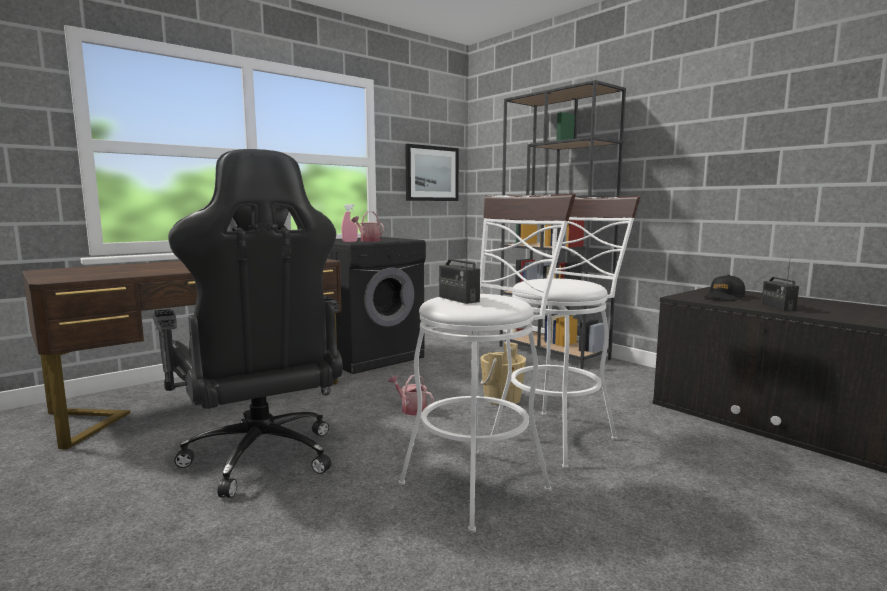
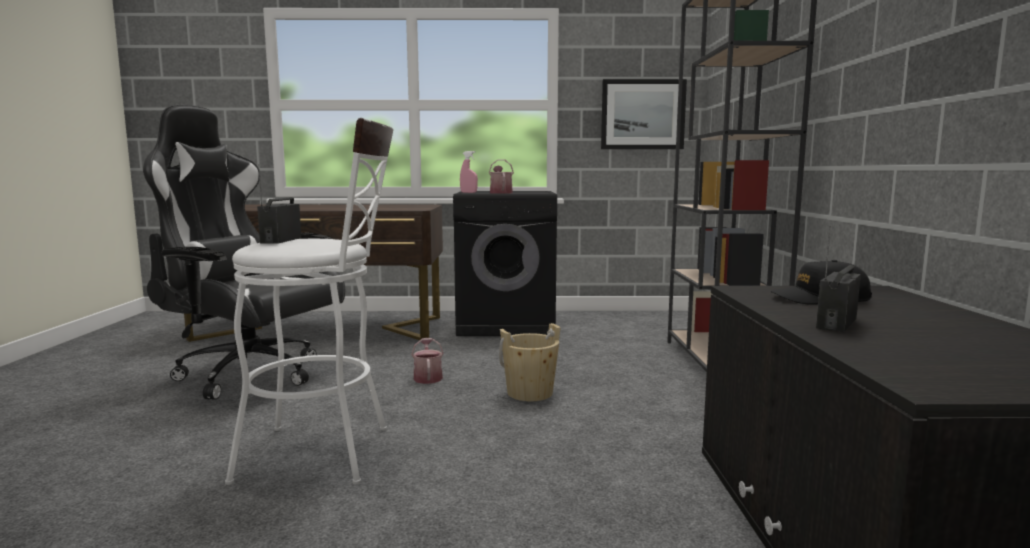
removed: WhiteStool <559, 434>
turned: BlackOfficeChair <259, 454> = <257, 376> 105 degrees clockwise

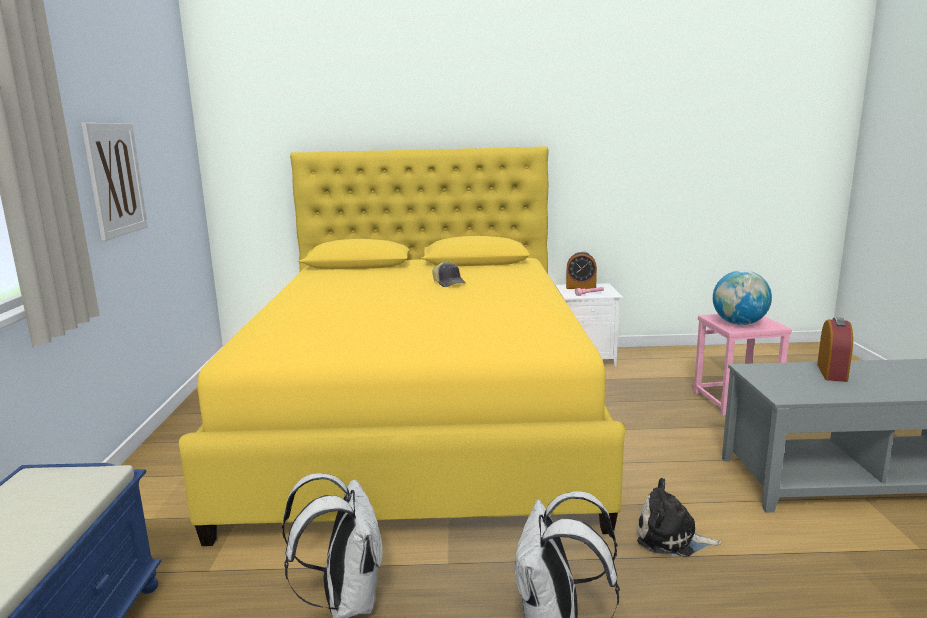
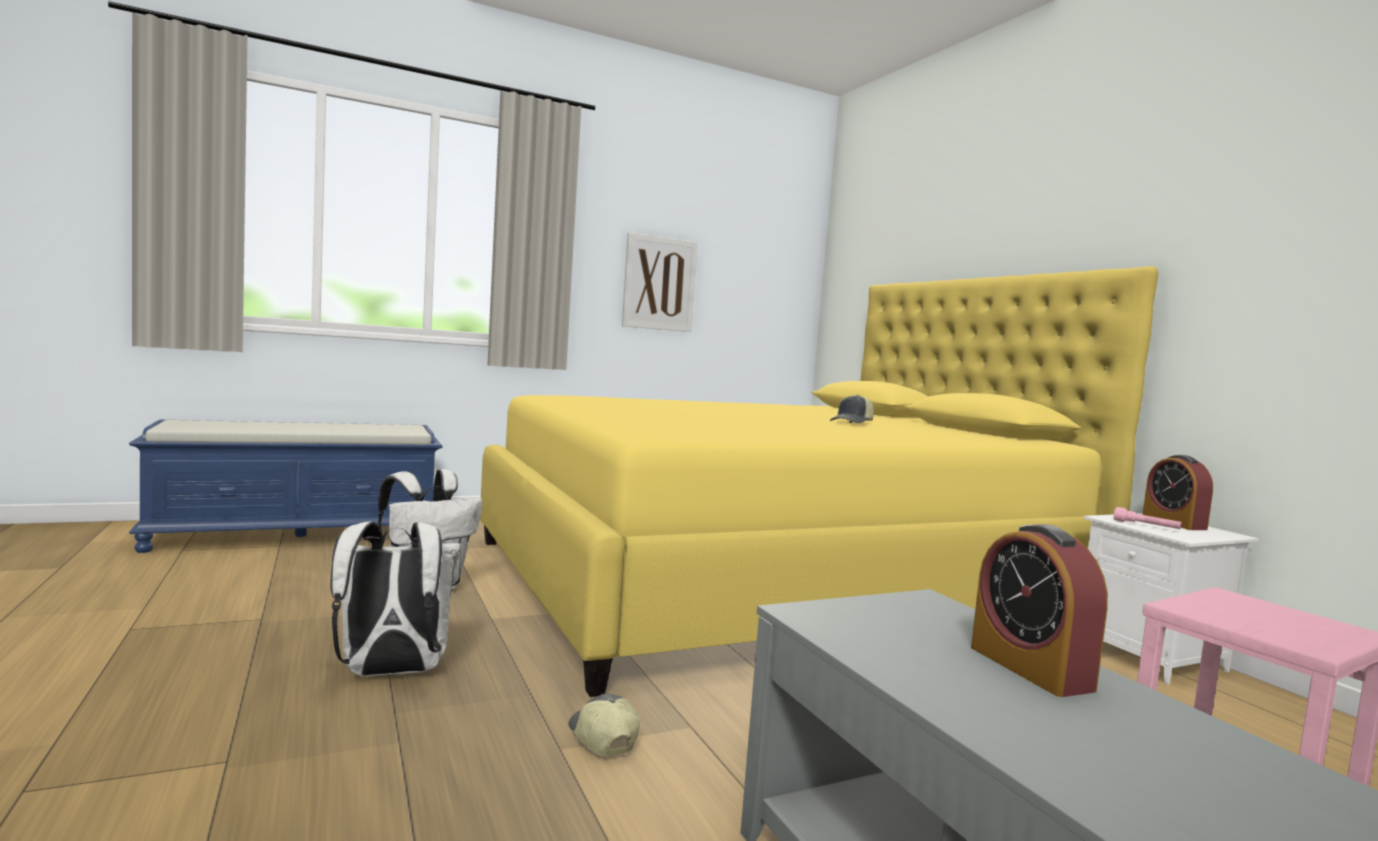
removed: Globe <739, 324>
replaced: PlushToy <671, 538> to Cap <601, 738>
turned: AlarmClock <832, 372> = <1030, 668> 75 degrees clockwise

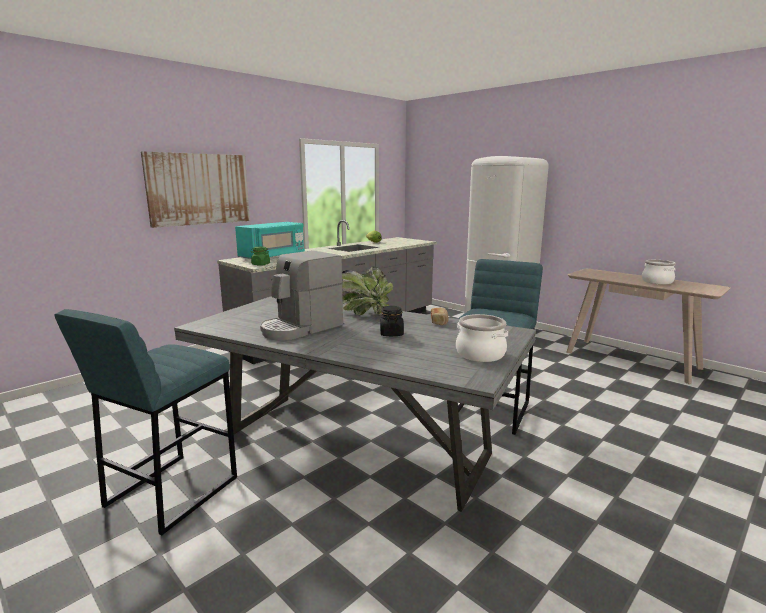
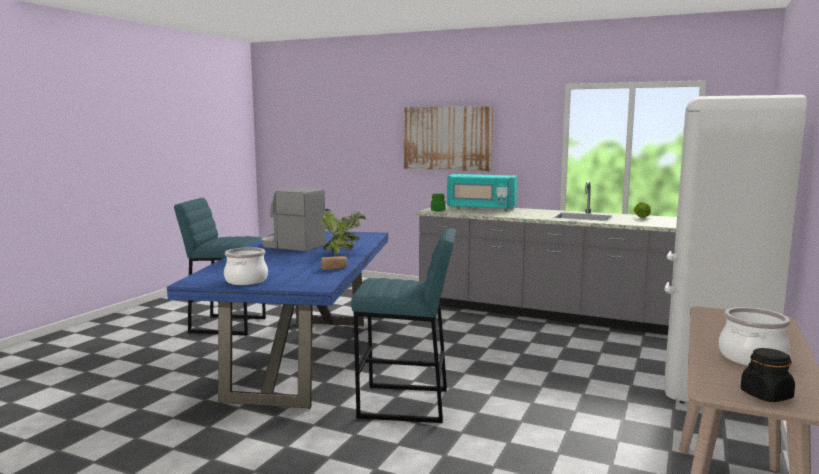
moved: BlackJar <391, 334> to <766, 395>
recoloured: GreyDiningTable <357, 444> to BlueDiningTable <303, 358>

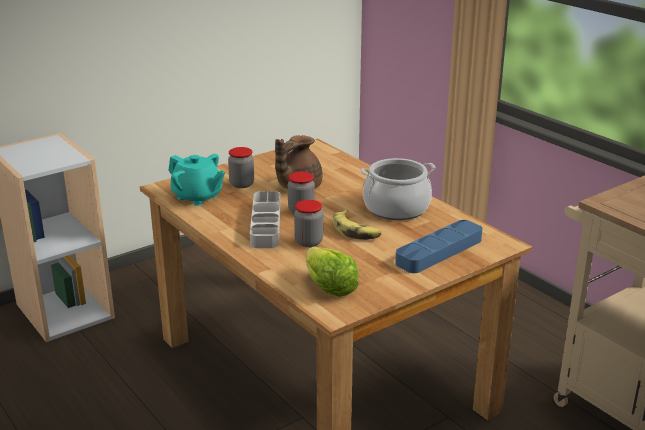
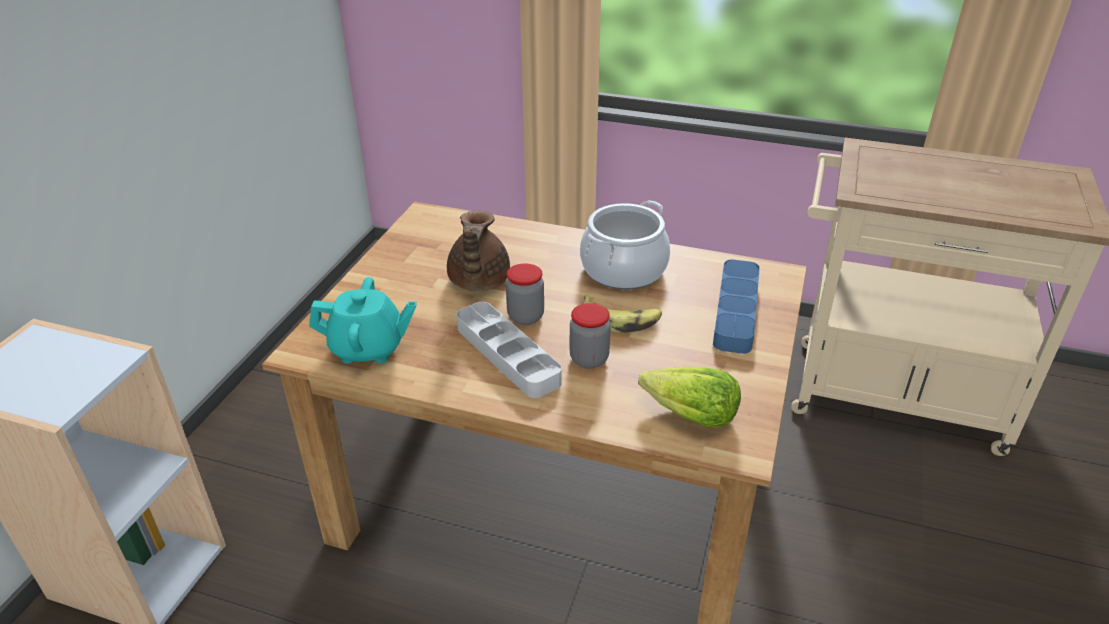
removed: Jar <242, 184>

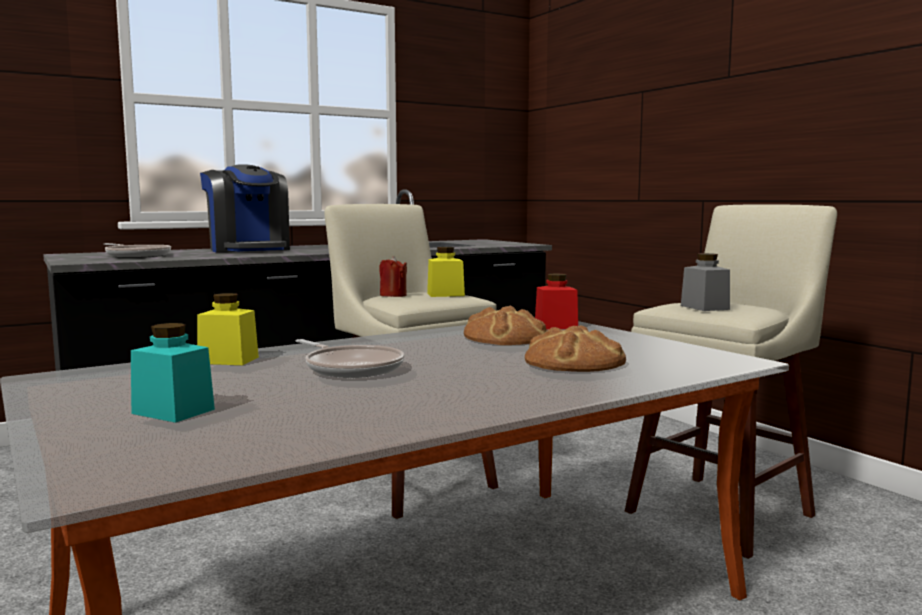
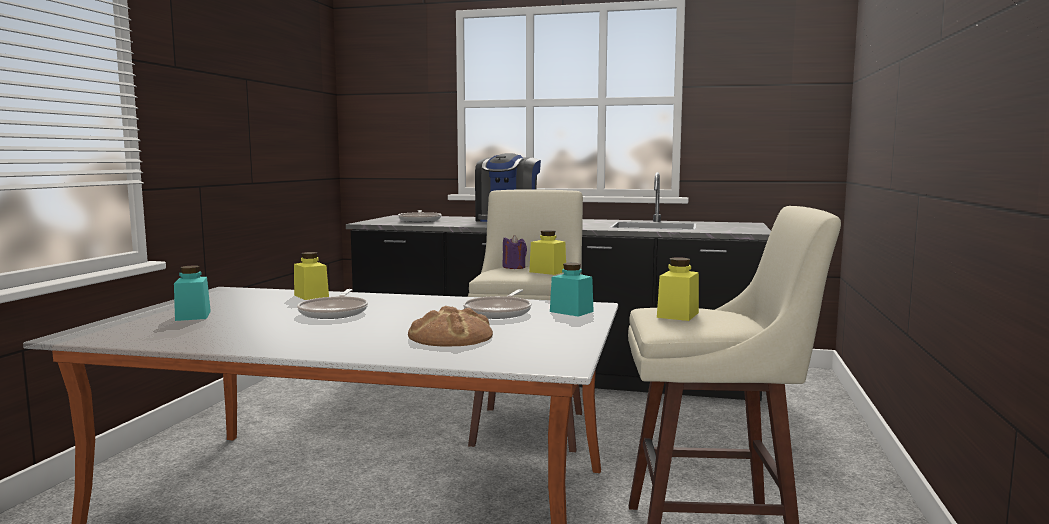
replaced: Bread <507, 337> to FryingPan <499, 312>
recoloured: GreyJar <704, 307> to YellowJar <678, 315>; RedCandle <393, 295> to PurpleCandle <514, 267>; RedJar <556, 326> to TurquoiseJar <571, 311>

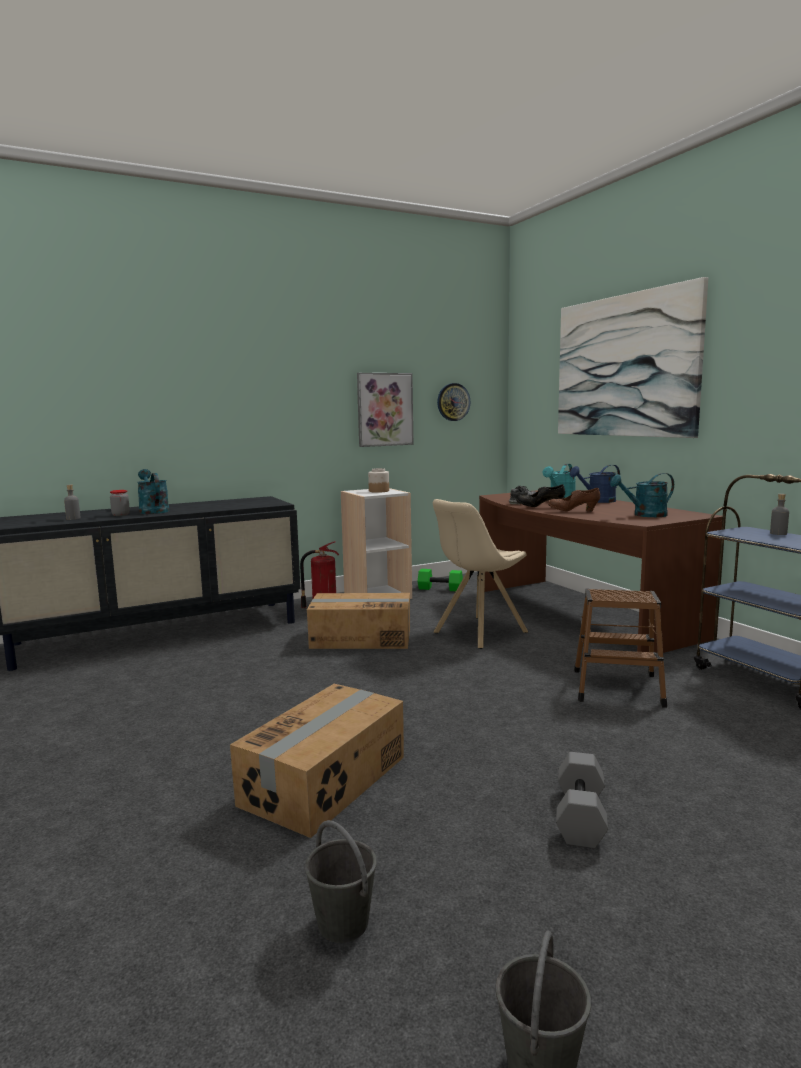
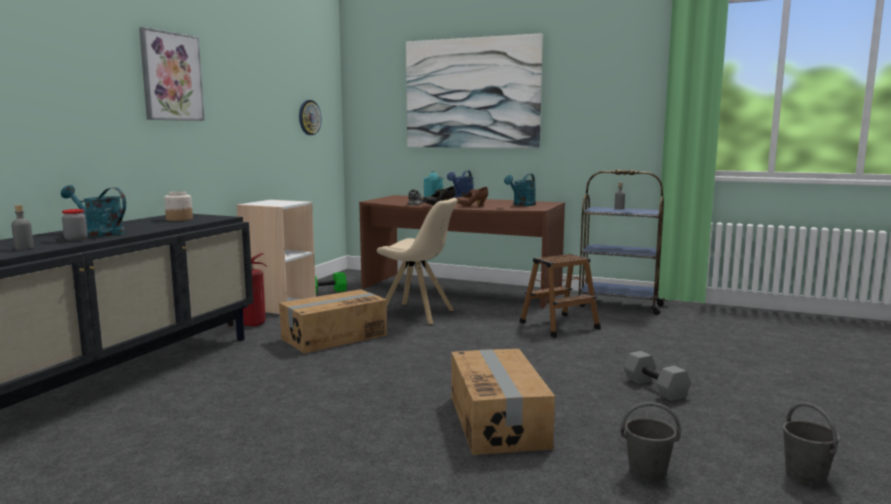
moved: Picture <384, 409> to <171, 77>; Jar <378, 491> to <179, 219>
turned: BeigeChair <479, 632> = <417, 314> 75 degrees counterclockwise

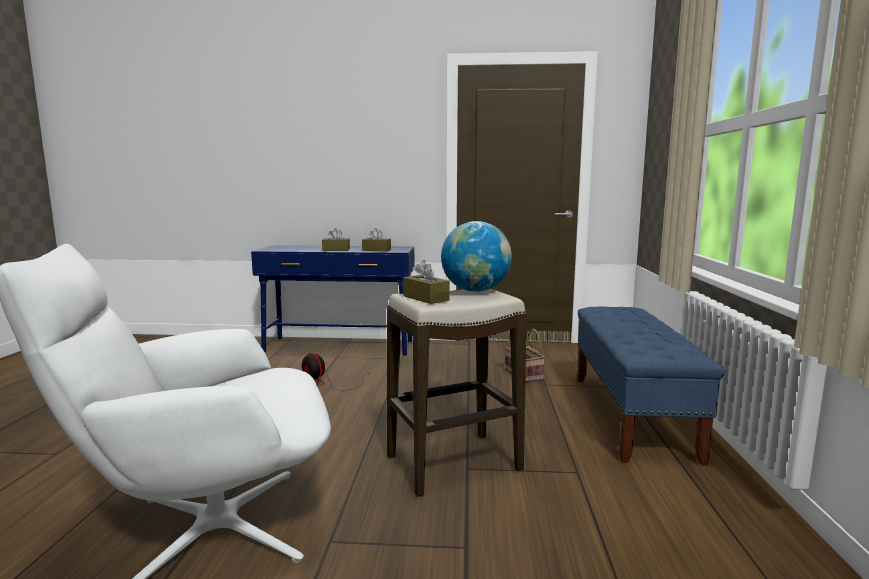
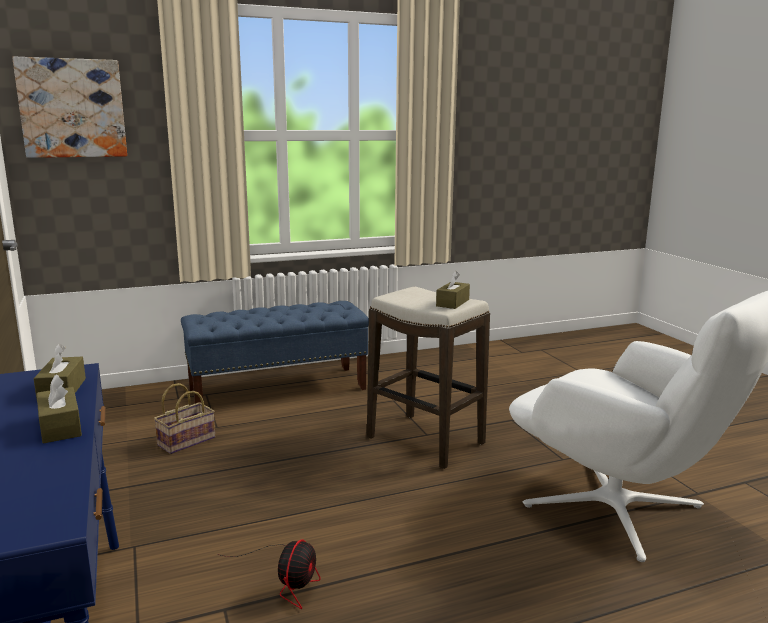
removed: Globe <475, 291>
added: Picture <72, 108>

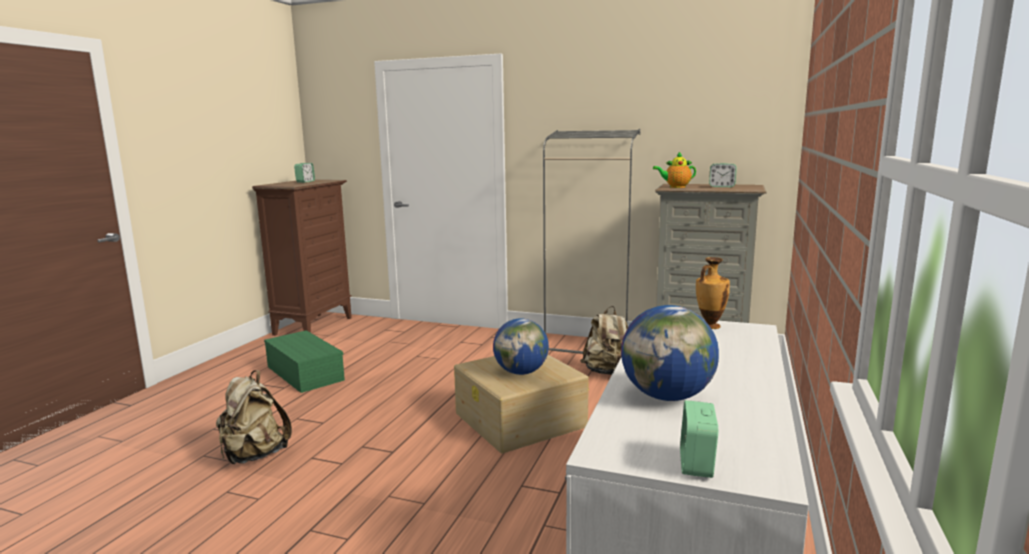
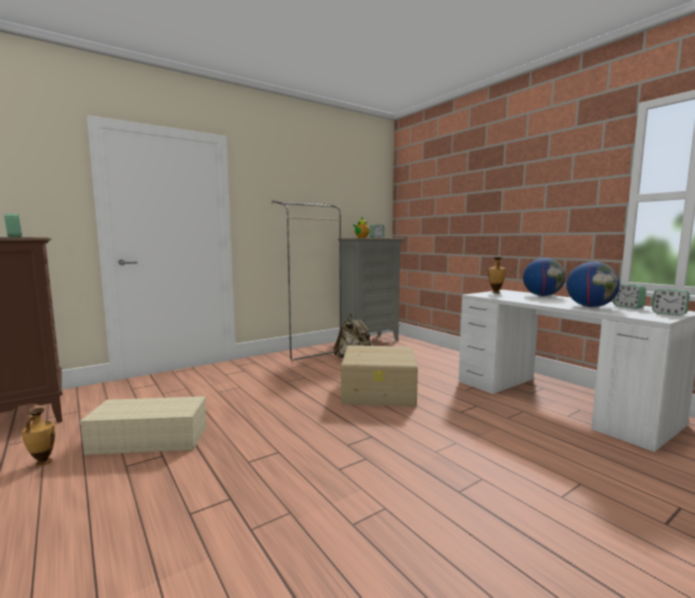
removed: BeigeBackpack <254, 455>
added: AlarmClock <628, 307>; Vase <42, 463>
moved: Globe <521, 372> to <542, 295>
recoloured: GreenStorageBox <303, 373> to BeigeStorageBox <147, 440>

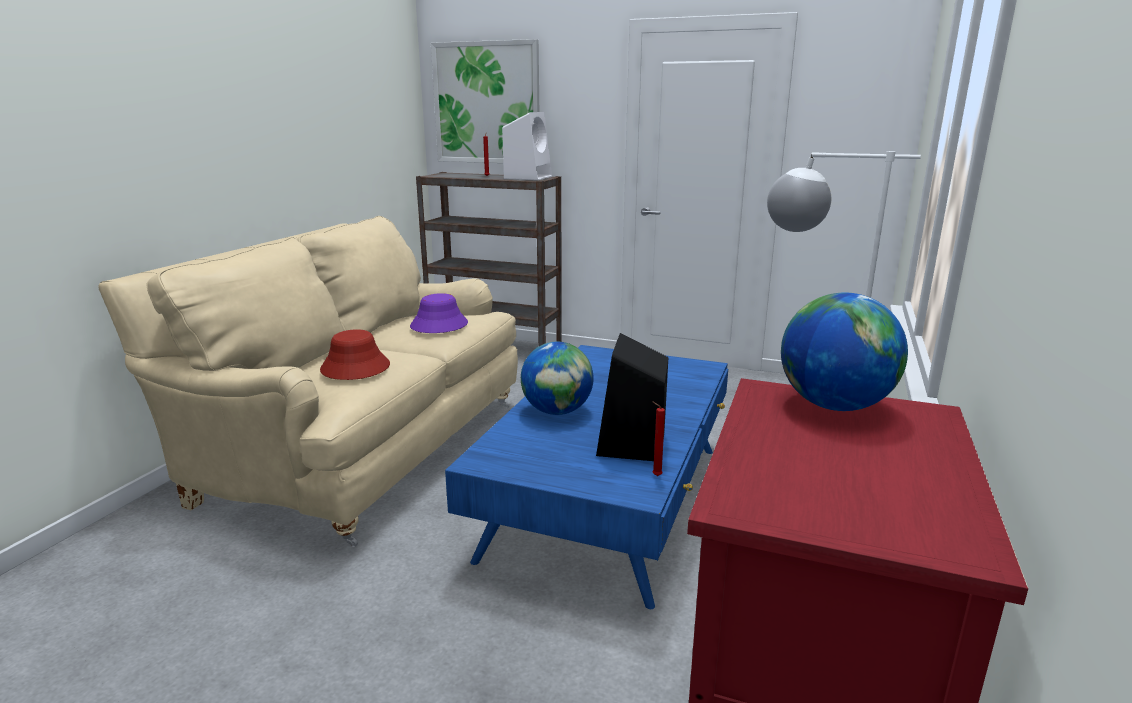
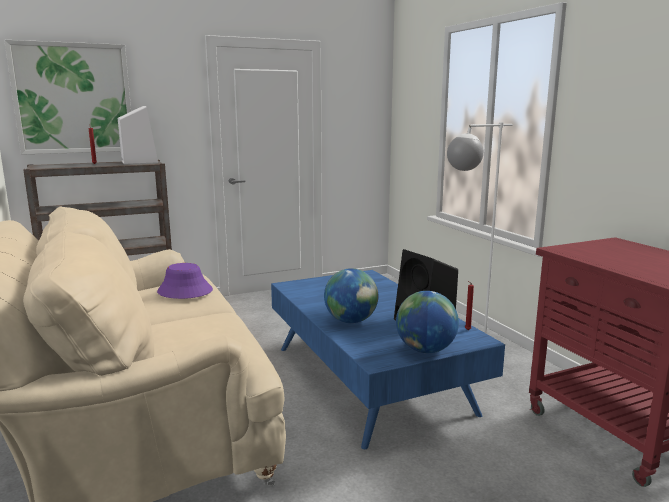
removed: RedHat <355, 368>
moved: Globe <834, 406> to <425, 350>

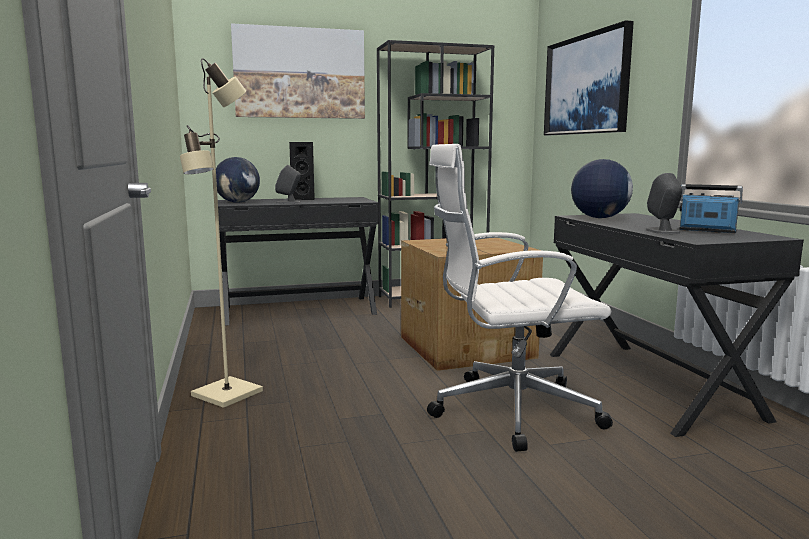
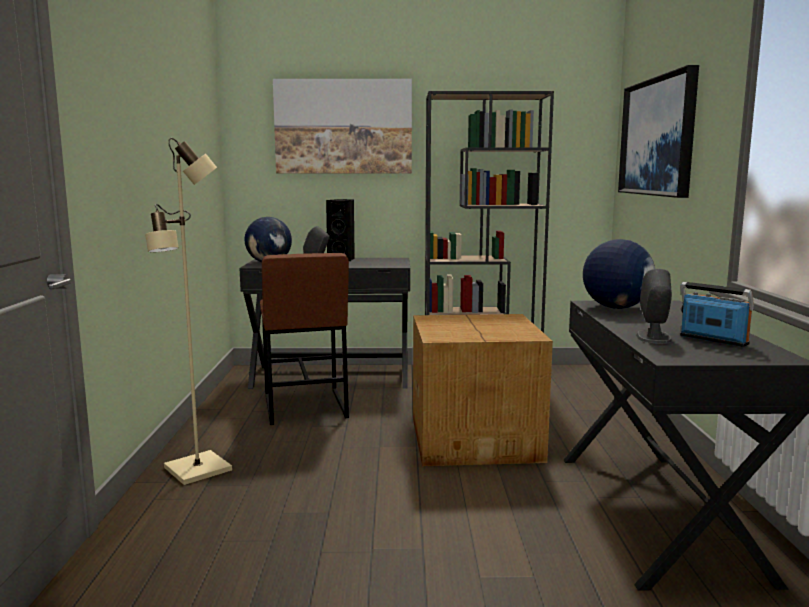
removed: WhiteOfficeChair <509, 410>
added: BrownChair <305, 407>

